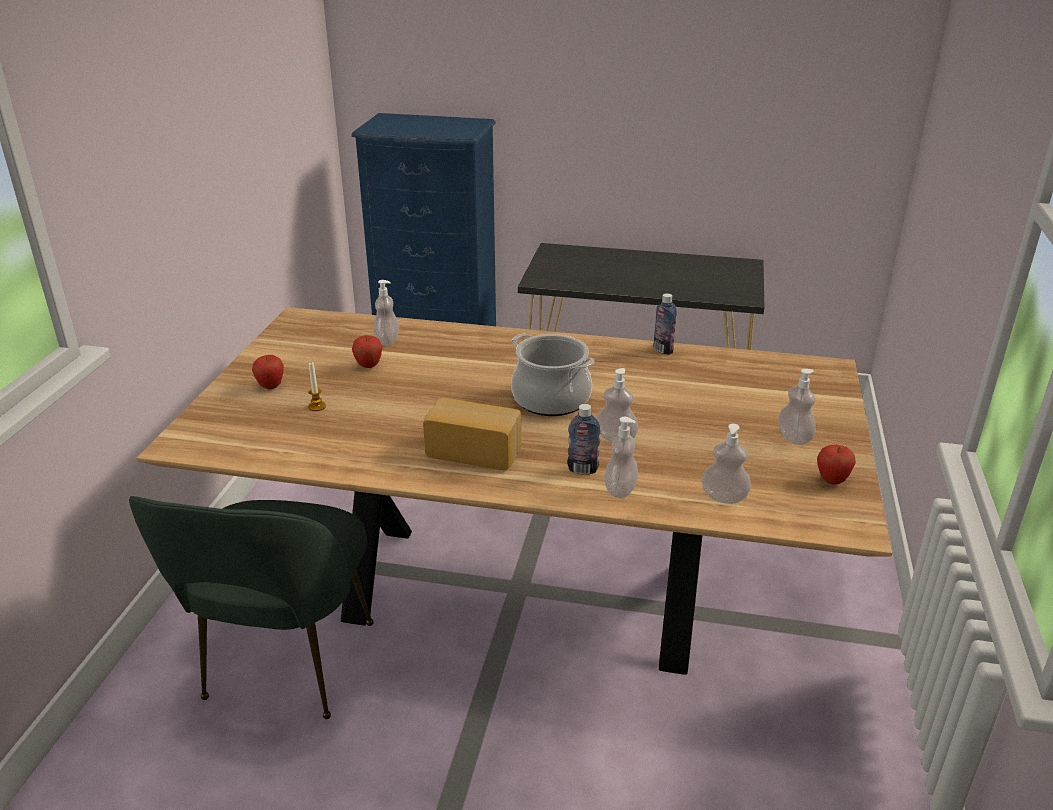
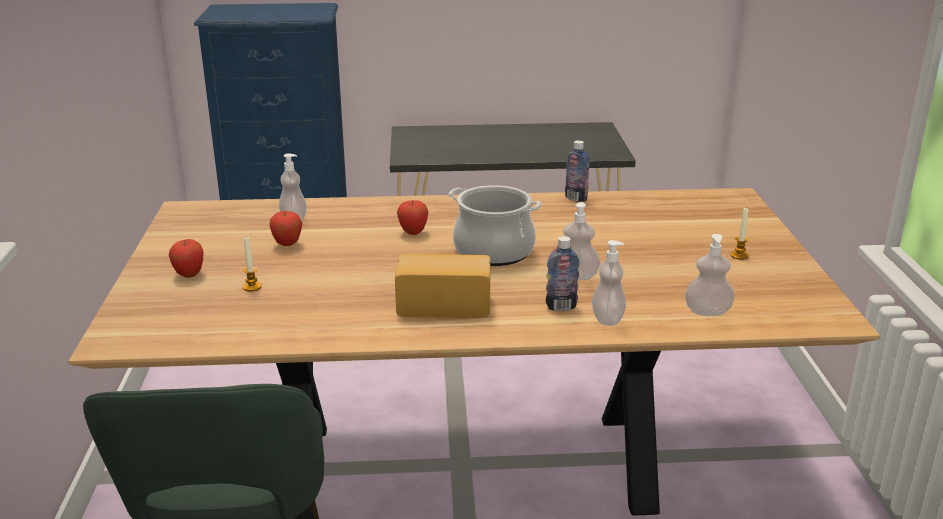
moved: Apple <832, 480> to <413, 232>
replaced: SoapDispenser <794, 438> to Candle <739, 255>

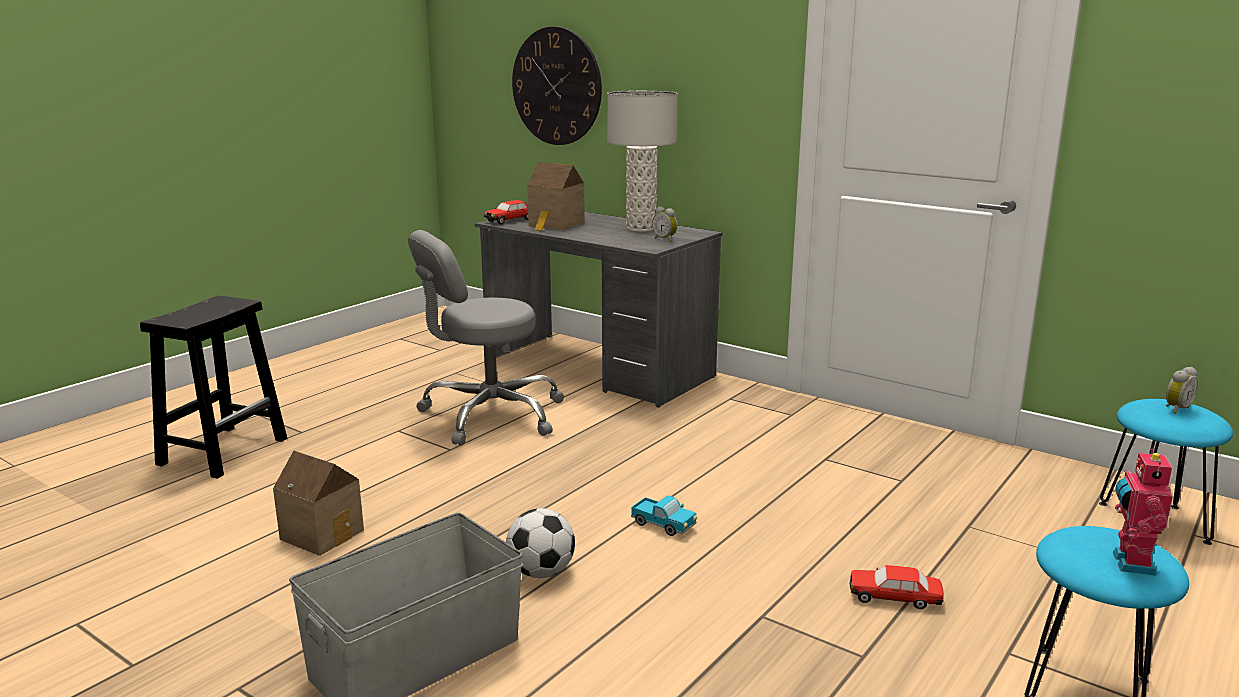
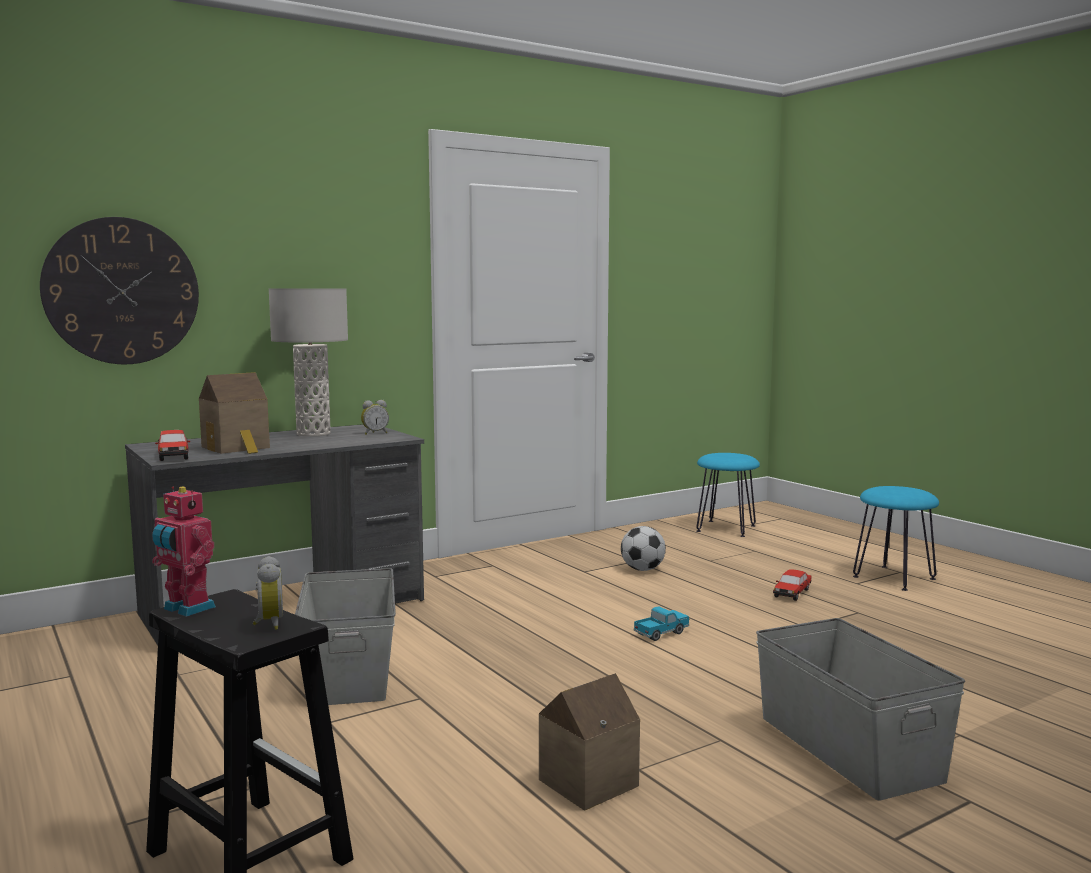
moved: AlarmClock <1175, 409> to <268, 623>; ToyRobot <1130, 563> to <186, 609>; Football <541, 572> to <642, 570>
replaced: GreyOfficeChair <486, 417> to GreyStorageBox <348, 672>

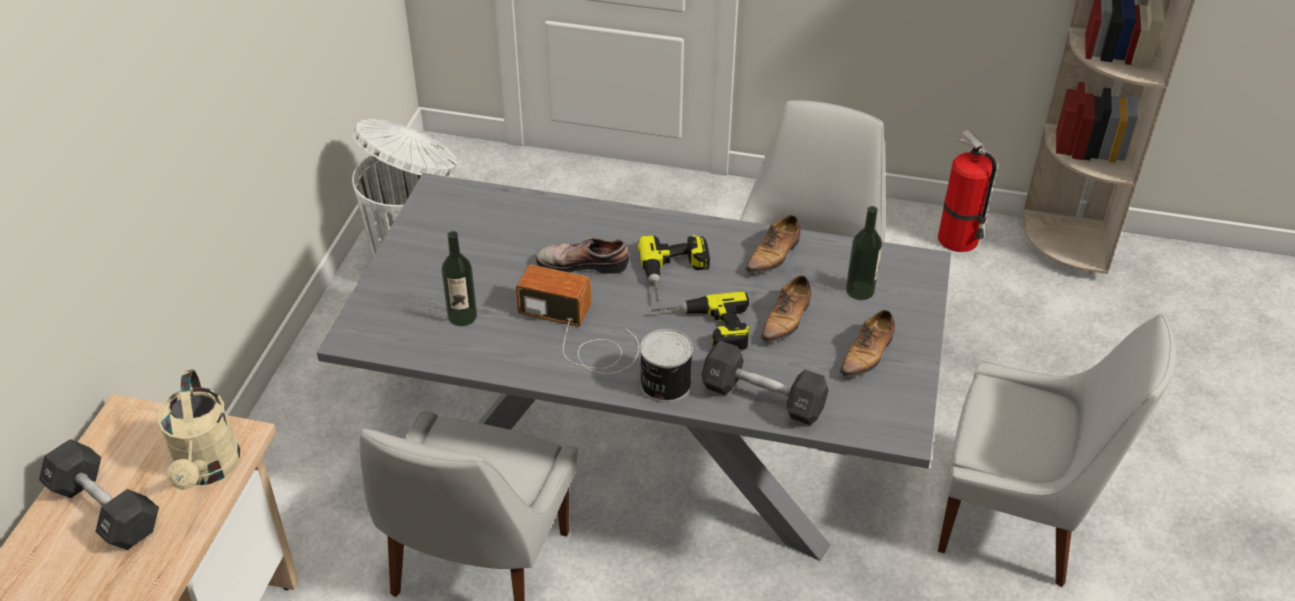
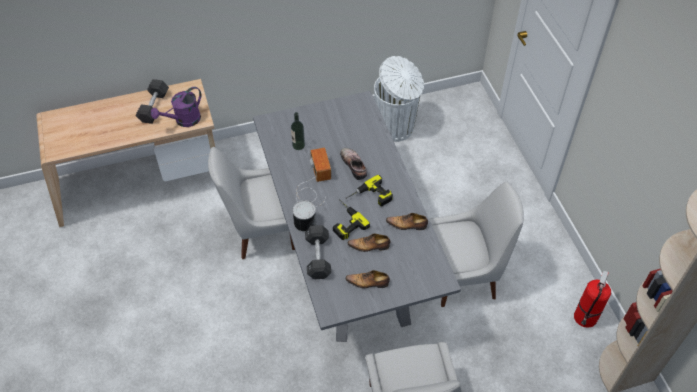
removed: Bottle <860, 290>
recoloured: BeigeWateringCan <207, 469> to PurpleWateringCan <183, 121>

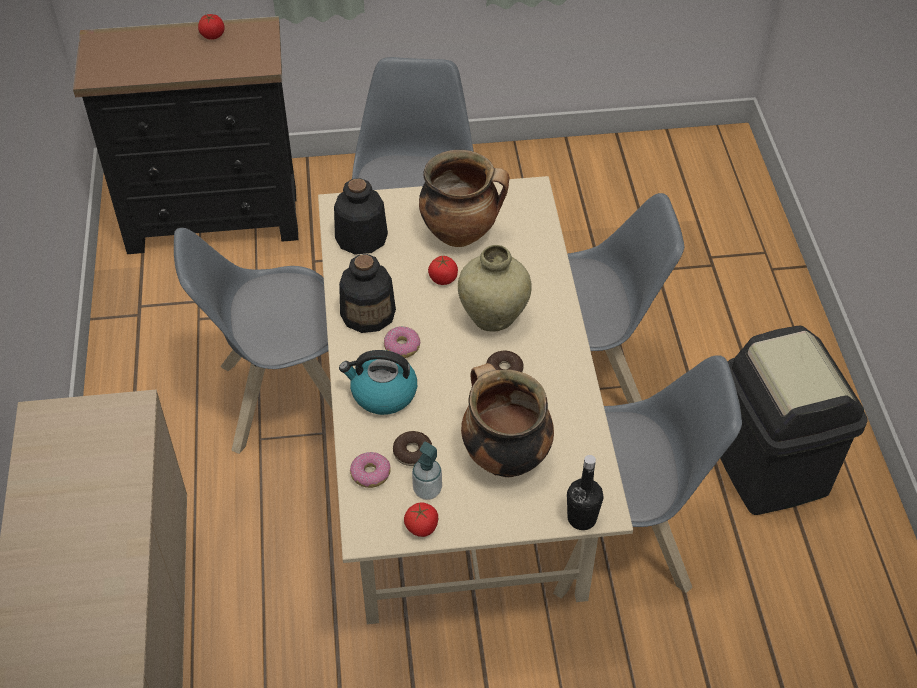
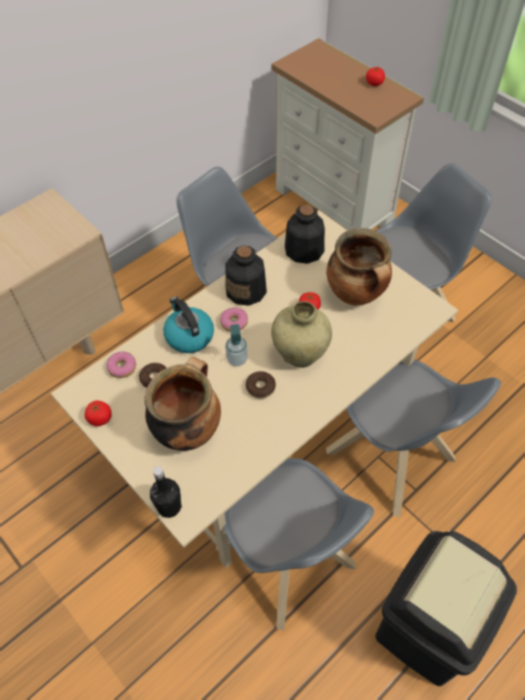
moved: SoapDispenser <427, 490> to <237, 359>
recoloured: BlackDresser <214, 221> to WhiteDresser <333, 207>

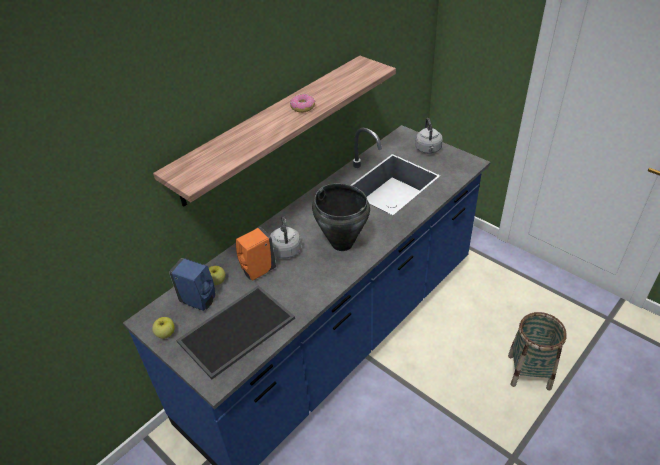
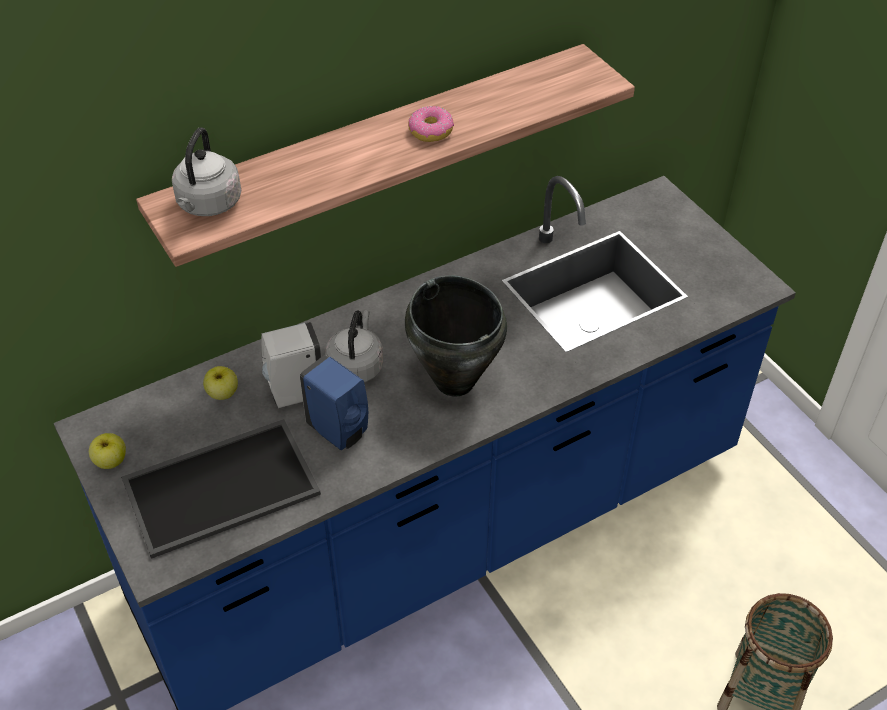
moved: GreyKettle <428, 150> to <208, 205>; BlueSoapDispenser <199, 301> to <339, 432>
recoloured: OrangeSoapDispenser <257, 271> to WhiteSoapDispenser <294, 393>

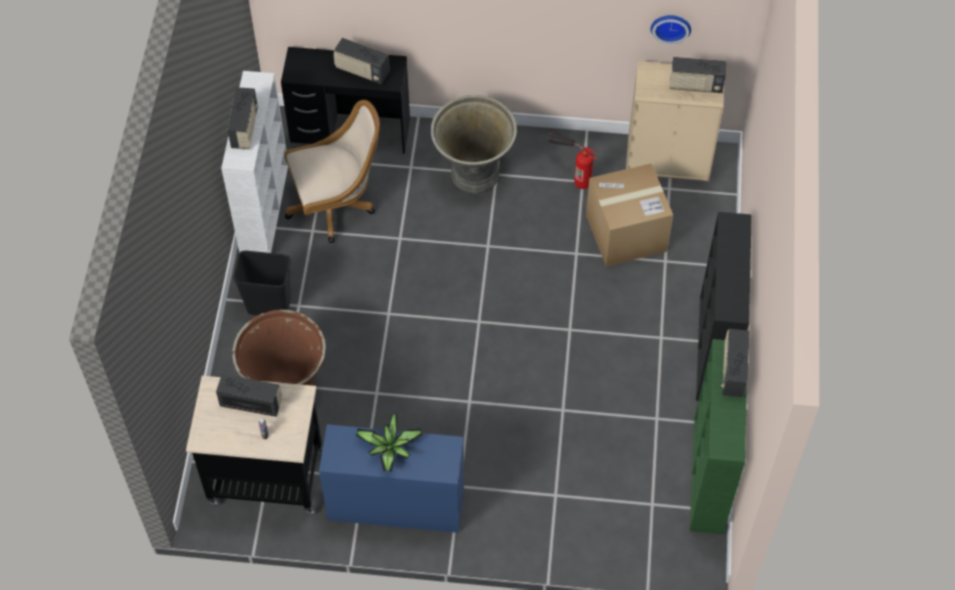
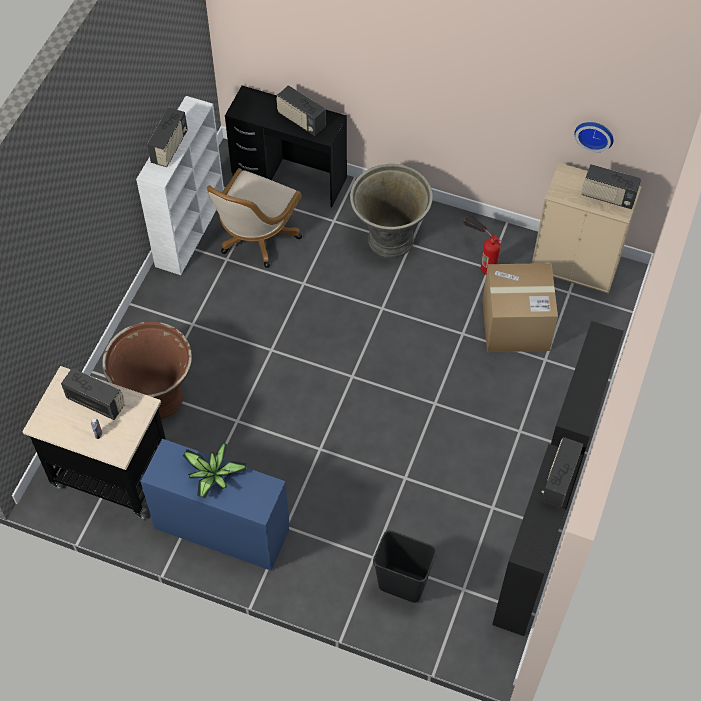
moved: BlackTrashCan <268, 306> to <401, 585>
recoloured: GreenBookcase <708, 476> to BlackBookcase <526, 575>
turned: OfficeChair <336, 203> = <256, 239> 120 degrees clockwise

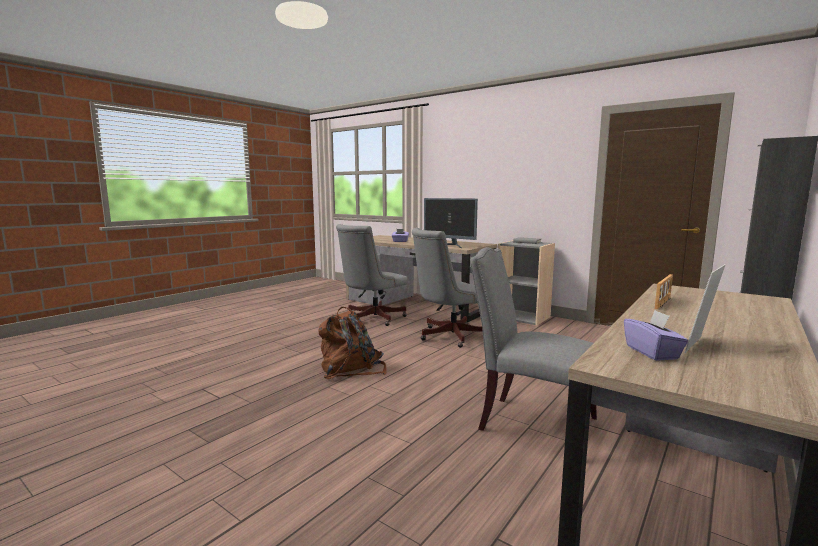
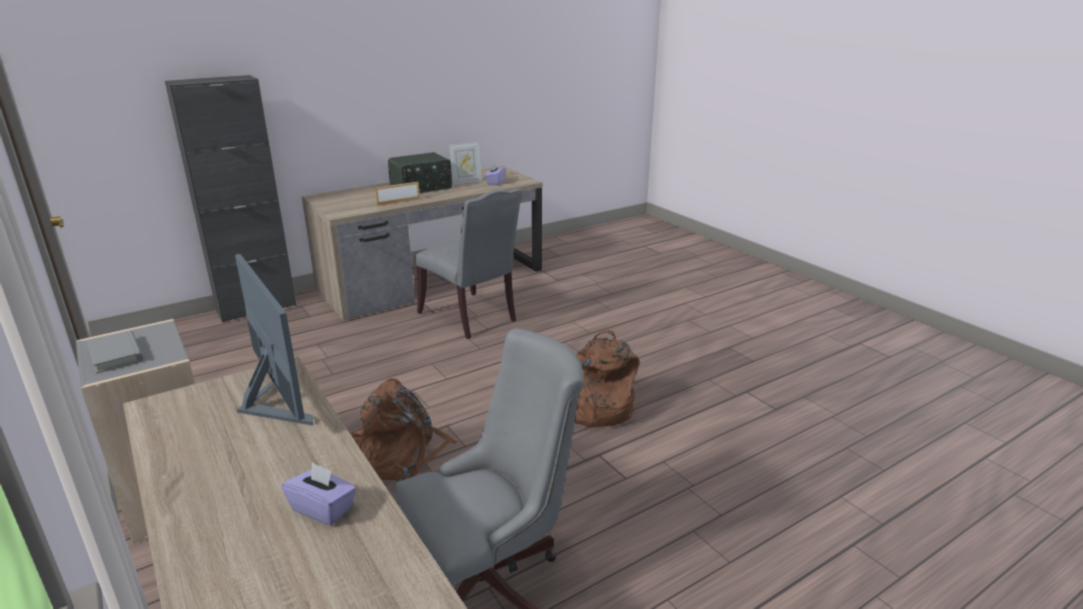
added: Radio <421, 188>
replaced: GreyOfficeChair <448, 336> to BrownBackpack <401, 457>

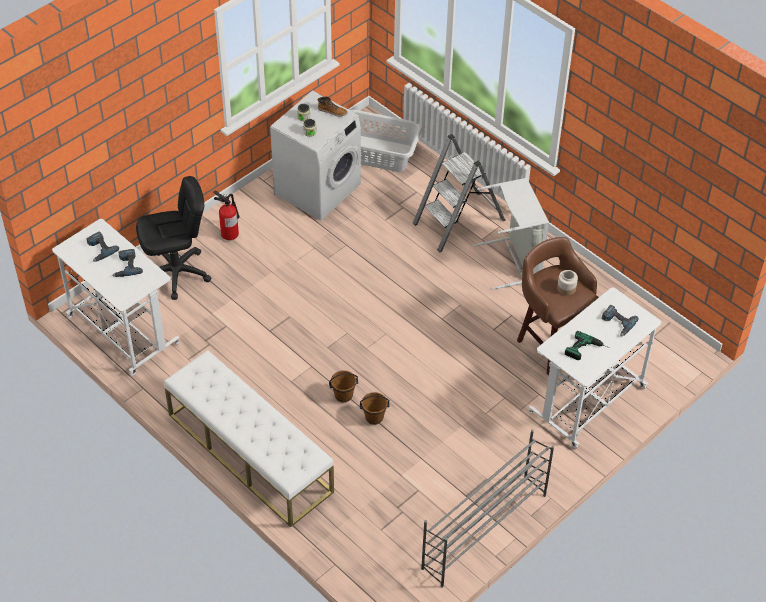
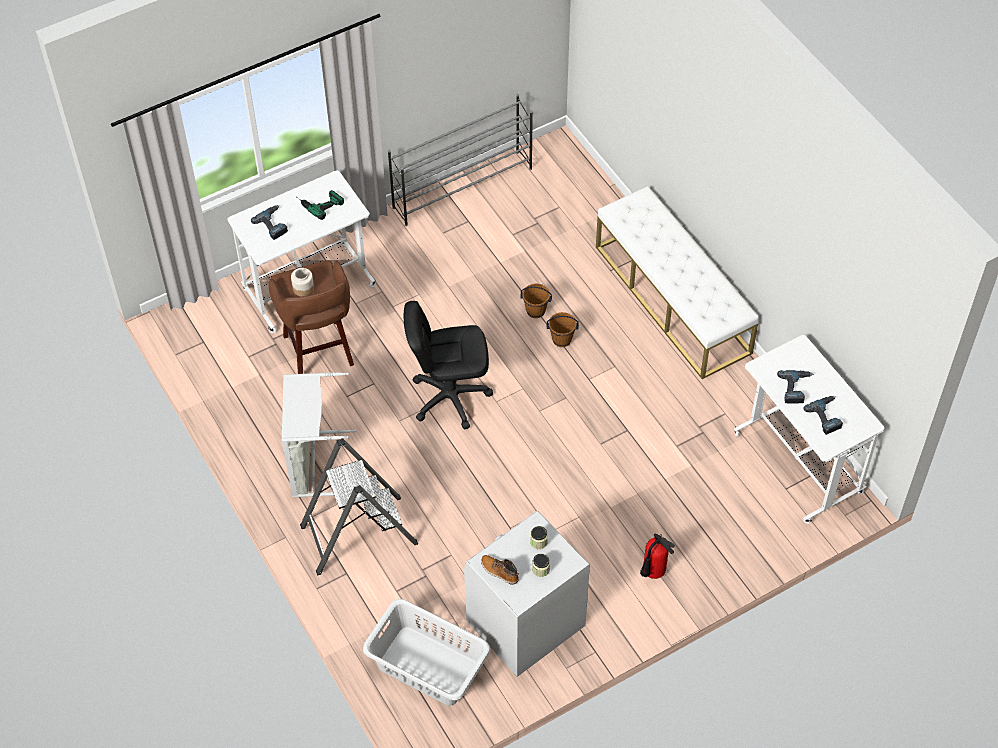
moved: BlackOfficeChair <177, 273> to <450, 397>

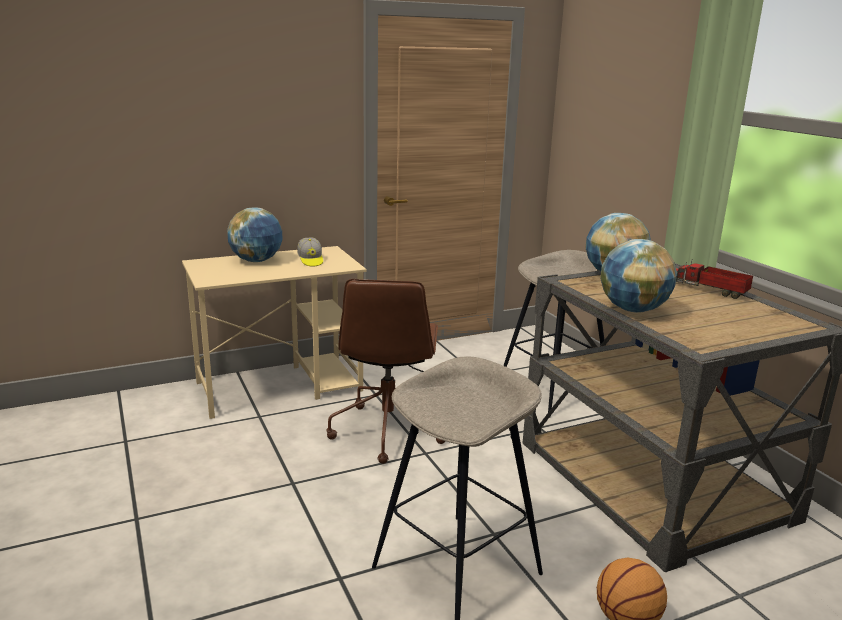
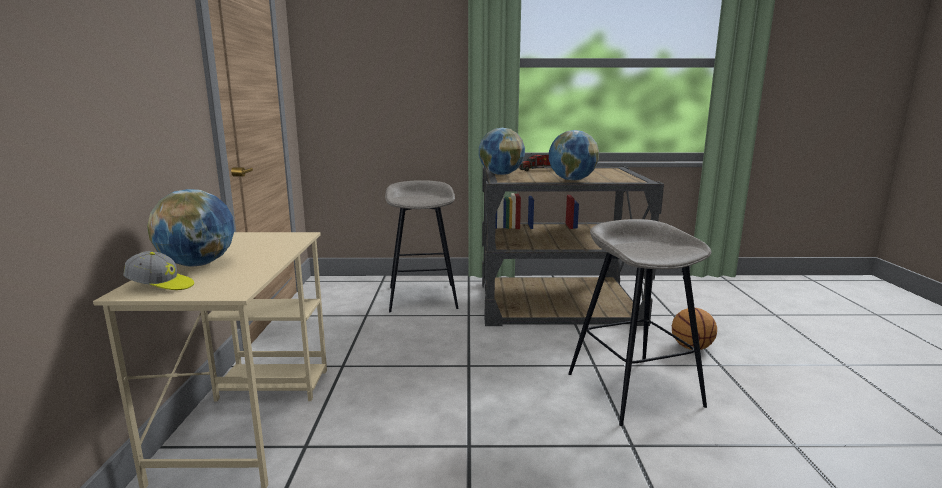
removed: BrownOfficeChair <388, 429>
moved: Cap <310, 260> to <161, 286>

